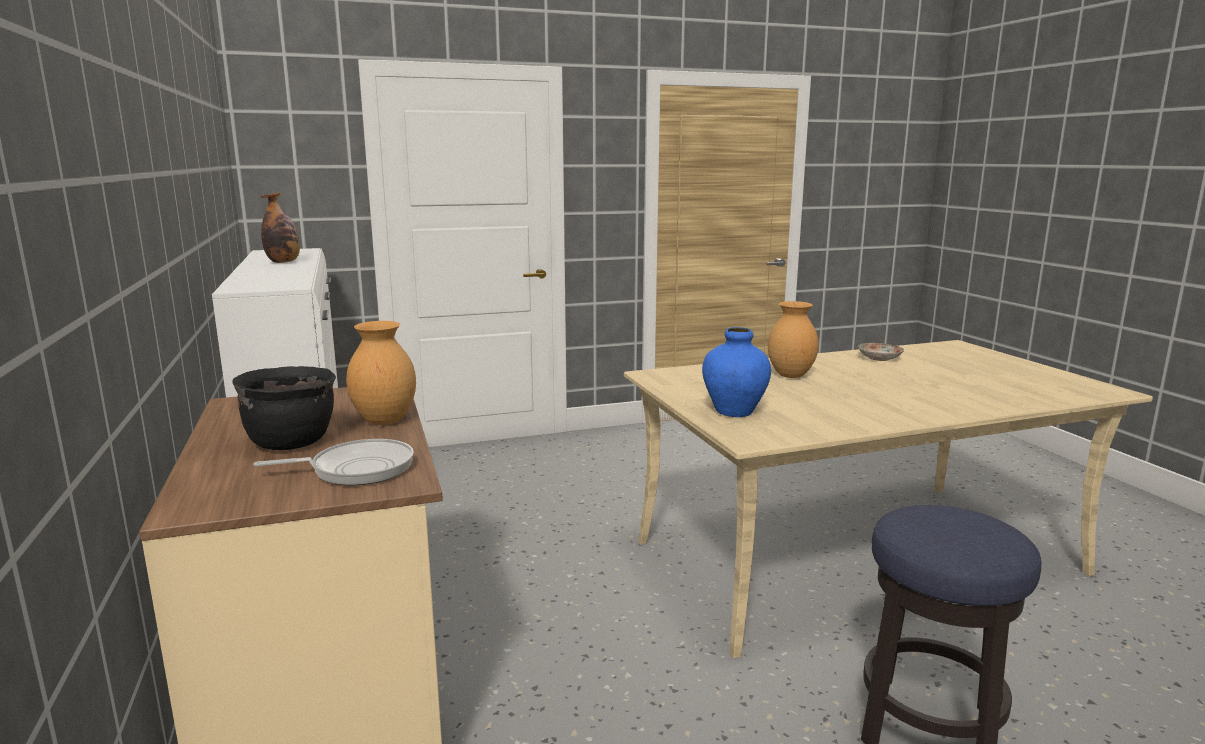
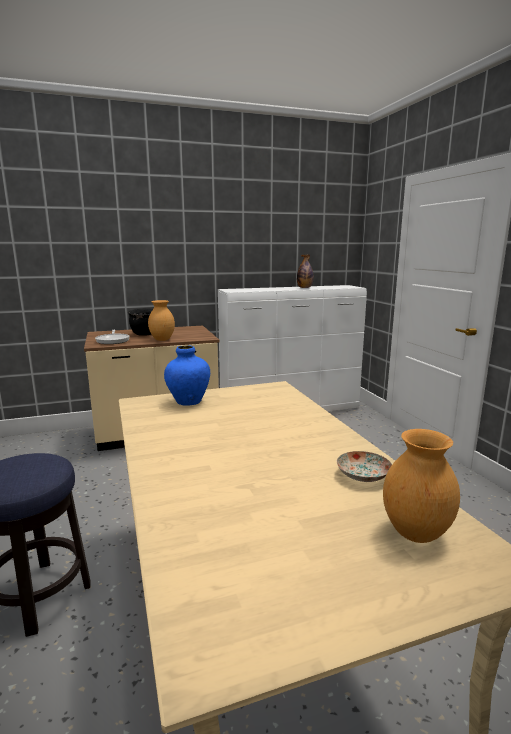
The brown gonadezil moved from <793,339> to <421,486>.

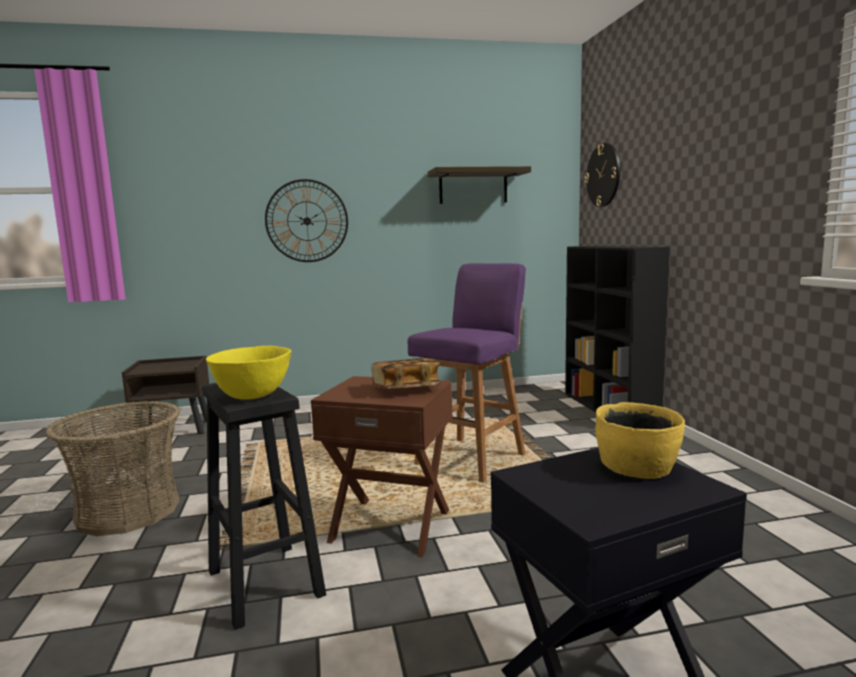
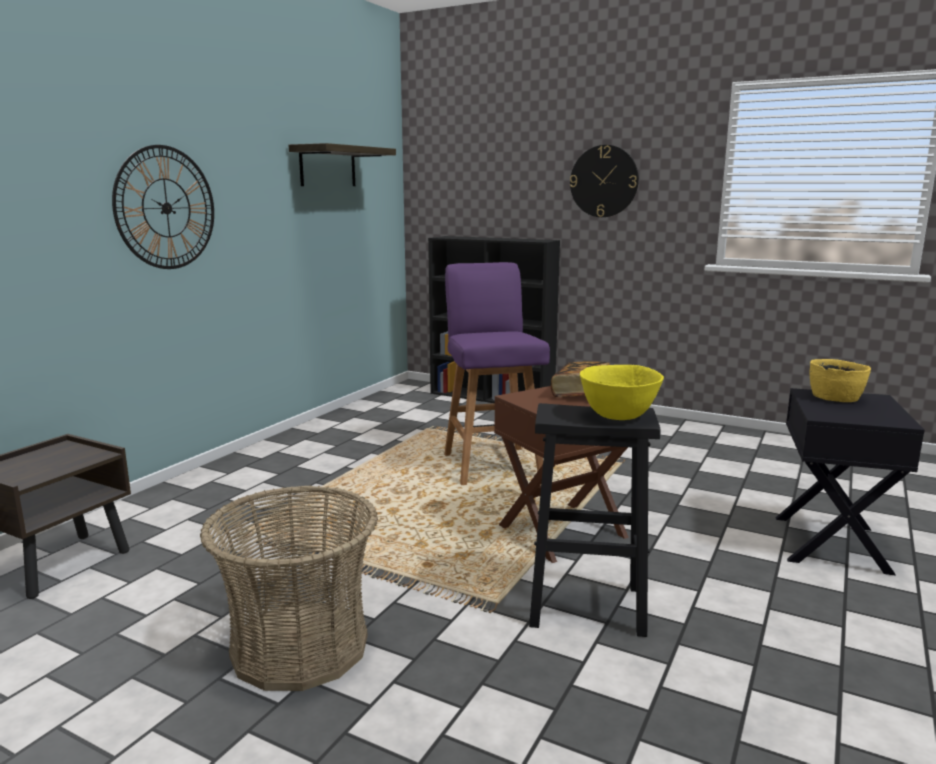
The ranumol moved from <602,175> to <604,181>.

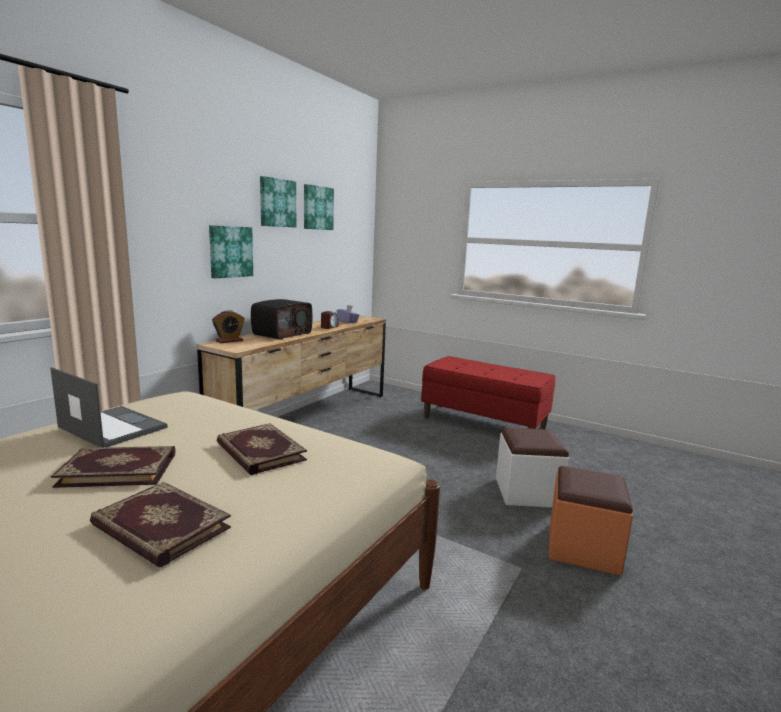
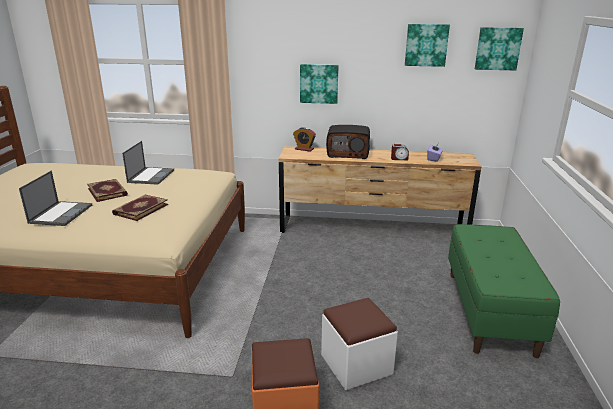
The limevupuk moved from <278,202> to <499,48>.
The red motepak at <488,392> became the green motepak at <504,291>.
The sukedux at <160,525> was replaced by the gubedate at <55,198>.

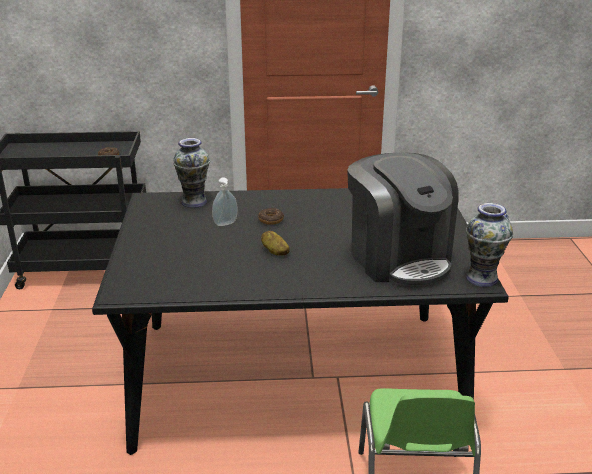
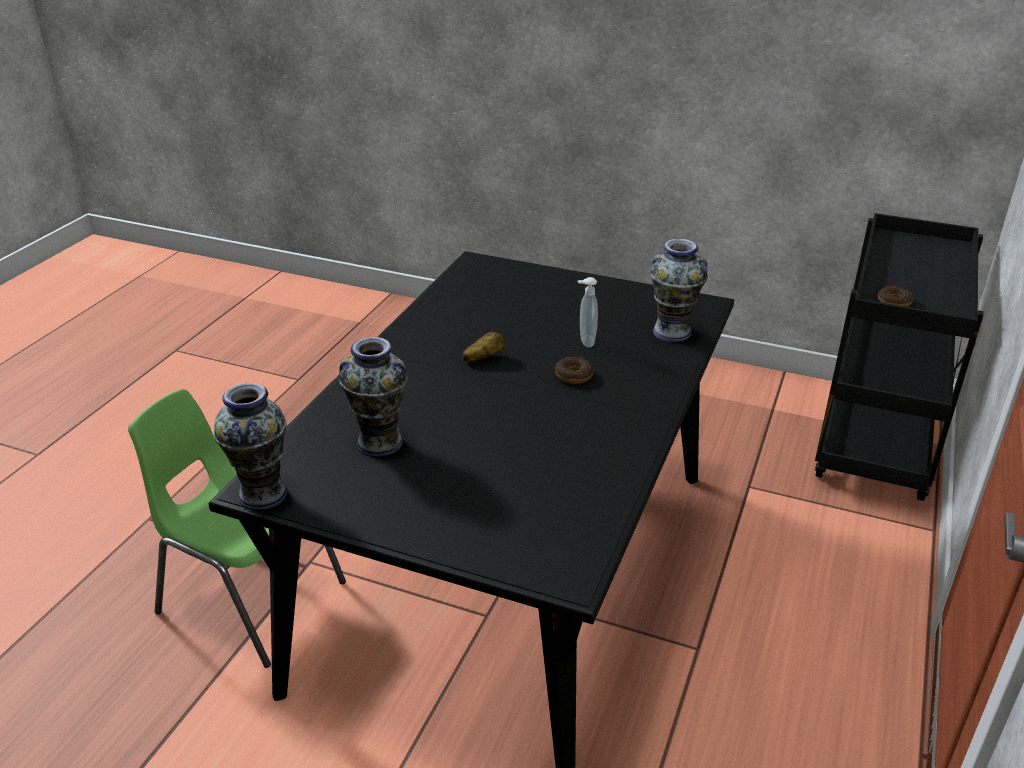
The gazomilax at <403,220> was replaced by the gonadezil at <373,397>.

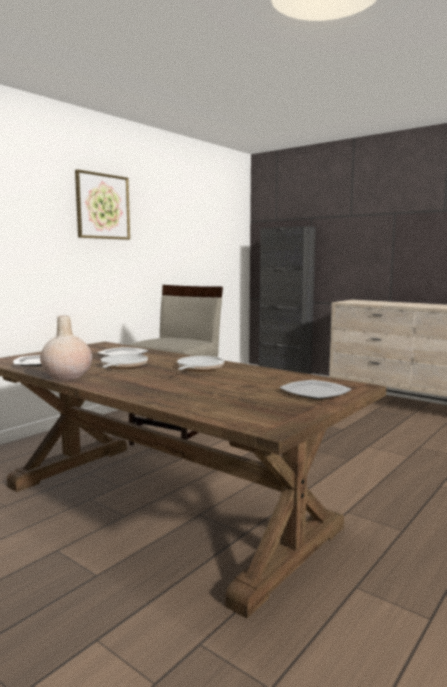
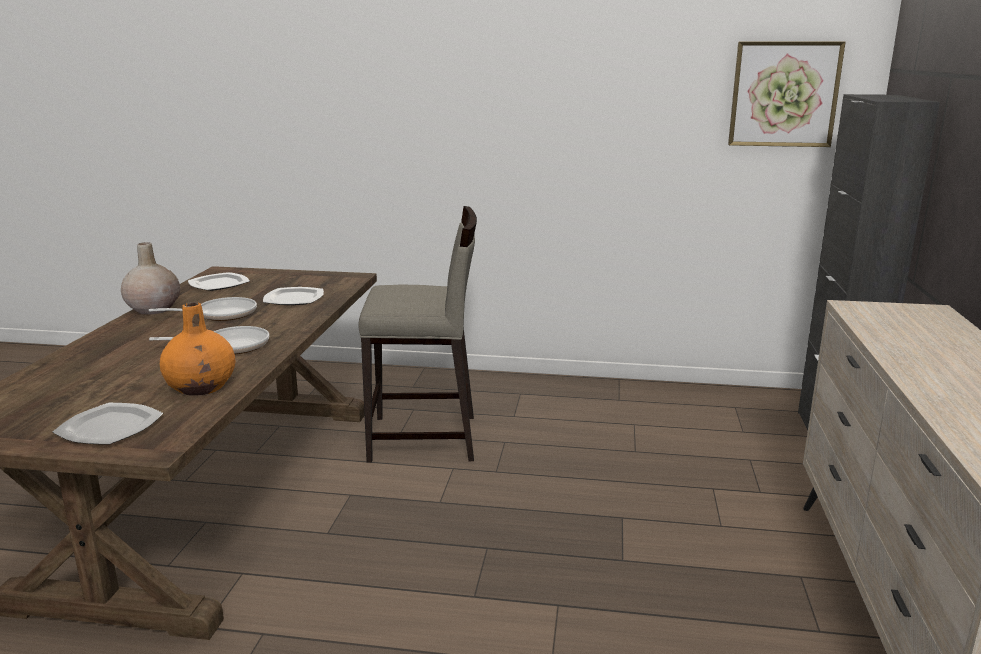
The limevupuk moved from <102,204> to <786,94>.
The orange gonadezil at <197,349> appeared.

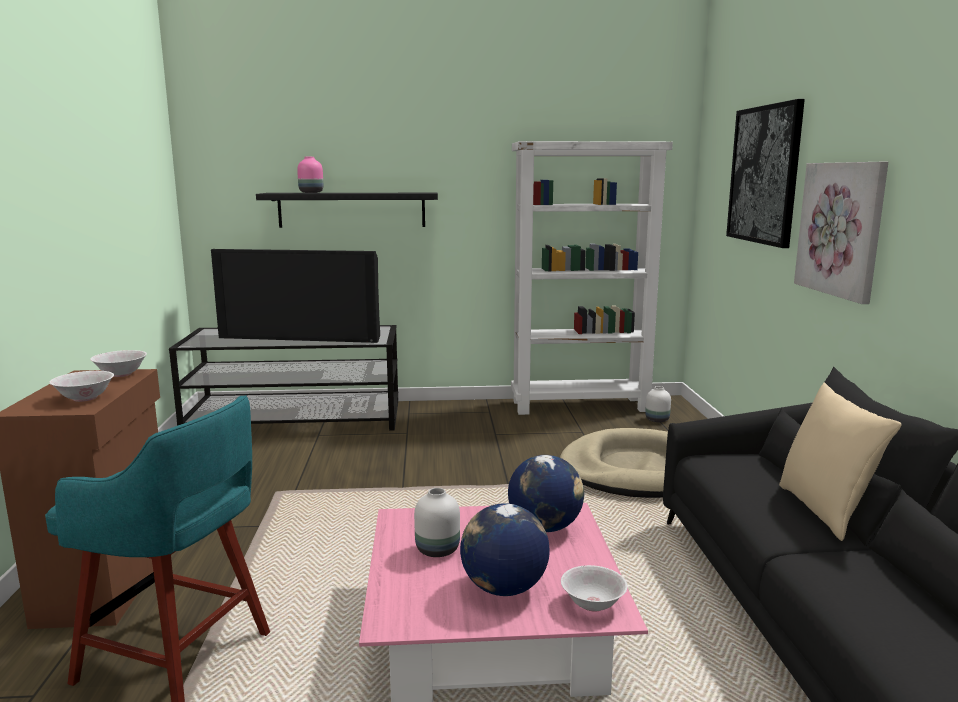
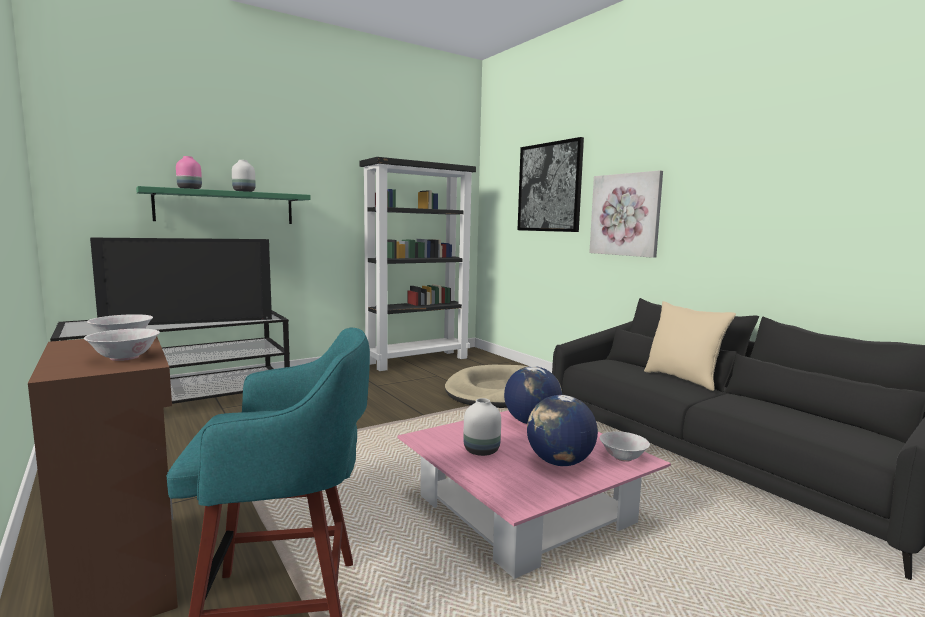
The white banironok at <592,278> became the black banironok at <417,264>.
The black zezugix at <347,210> became the green zezugix at <223,205>.
The white gonadezil moved from <658,404> to <244,176>.

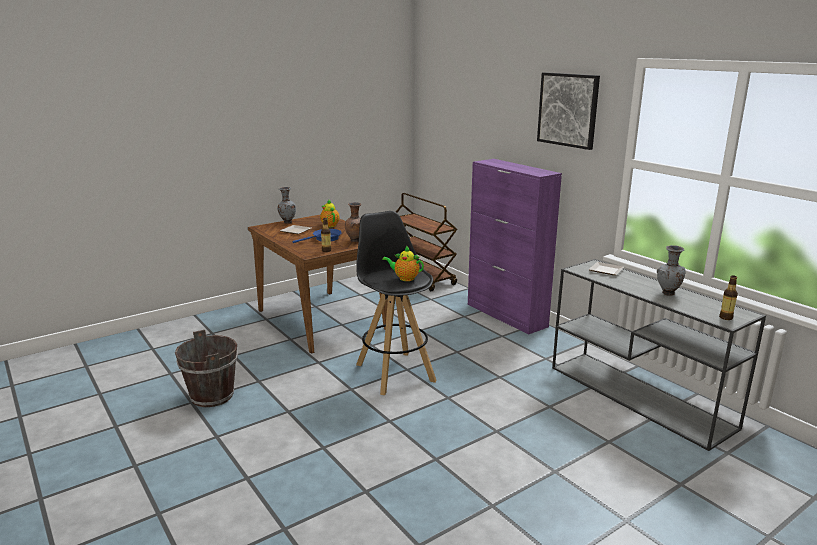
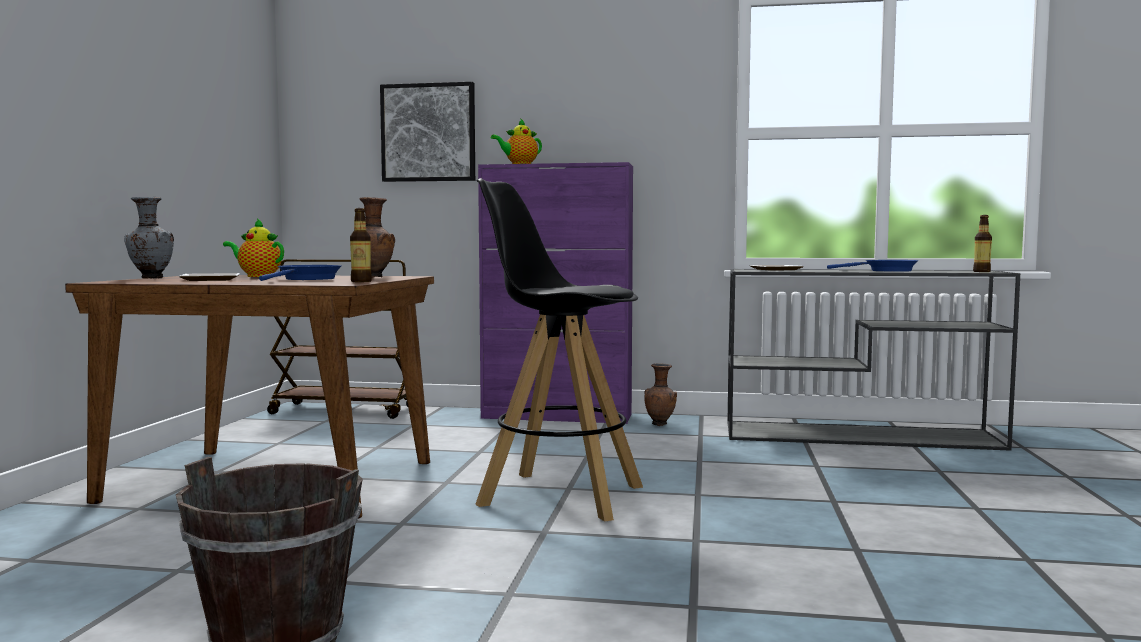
The limevupuk moved from <568,111> to <427,132>.
The grey gonadezil at <671,270> was replaced by the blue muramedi at <872,266>.
The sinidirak moved from <403,263> to <516,141>.
The brown gonadezil at <660,394> appeared.

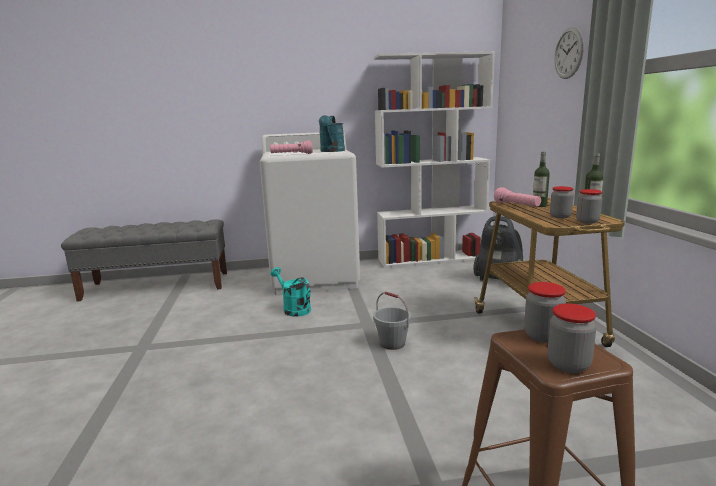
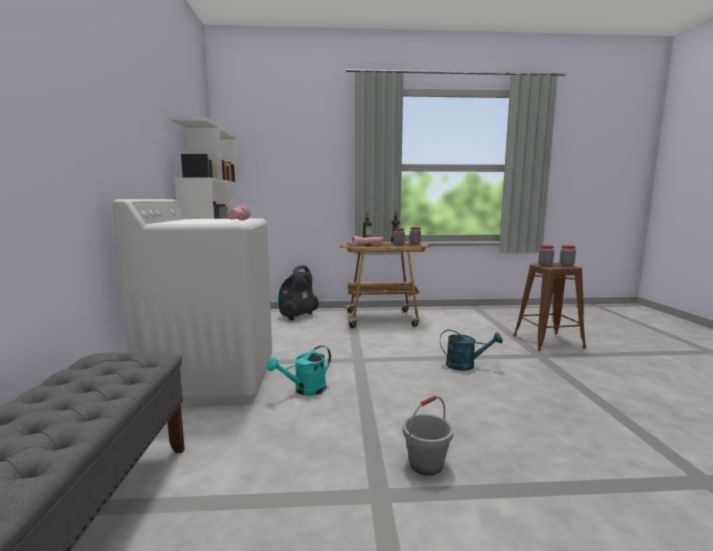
The ranumol at <569,53> disappeared.
The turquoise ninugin moved from <332,133> to <471,350>.
The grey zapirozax moved from <392,321> to <428,436>.

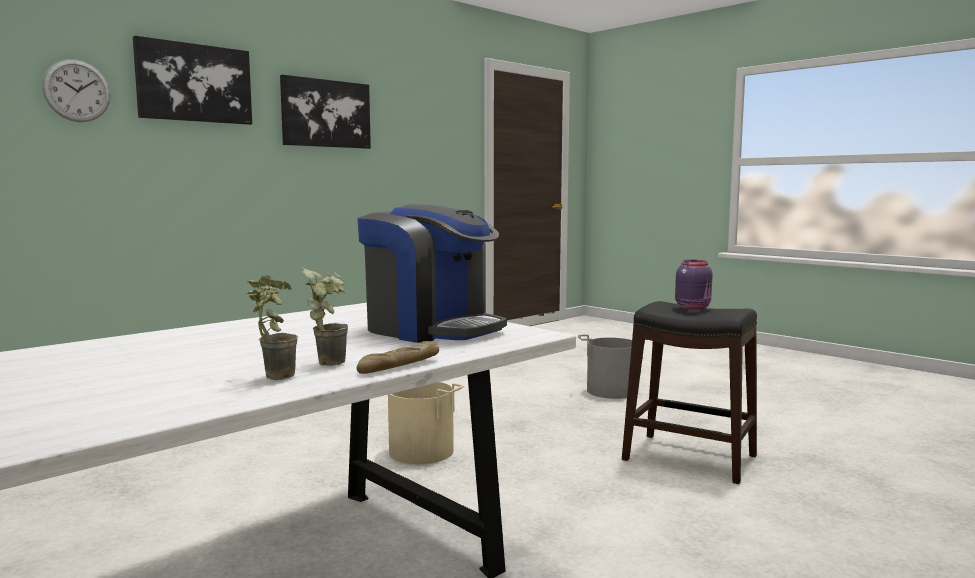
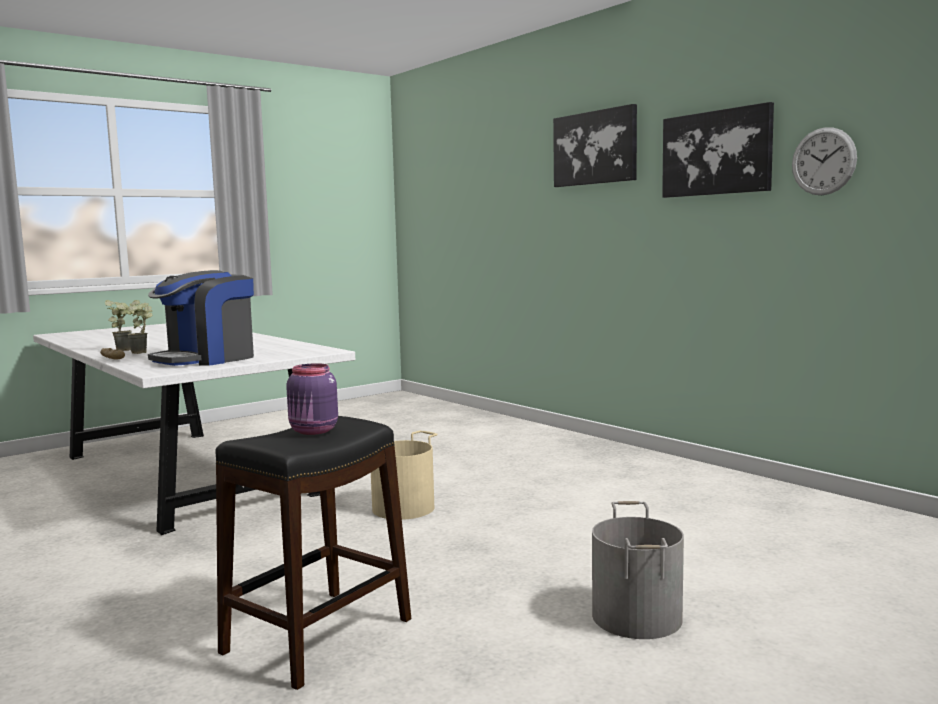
The ranumol moved from <76,91> to <824,161>.

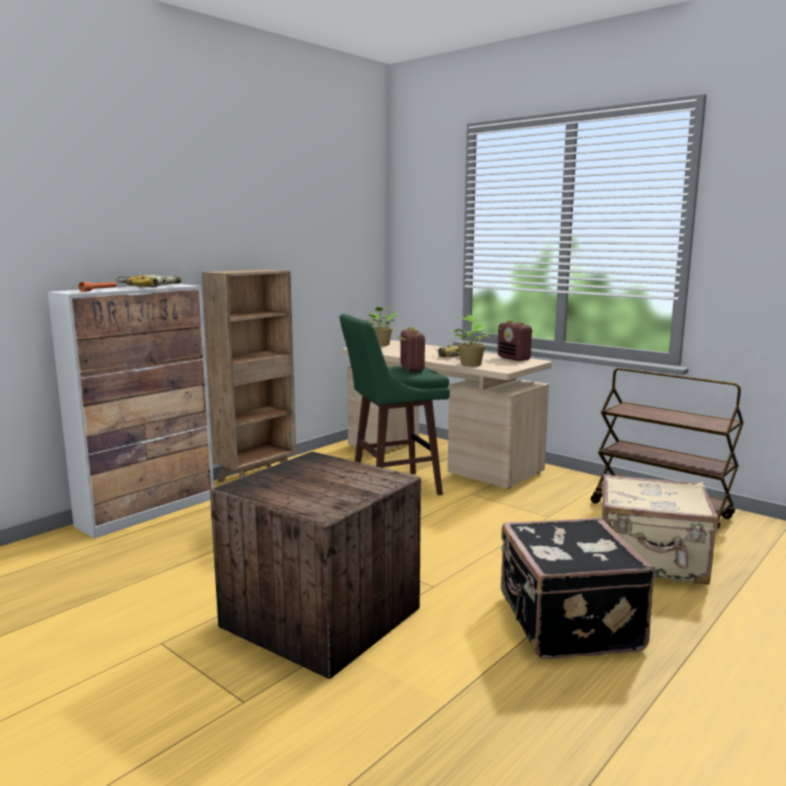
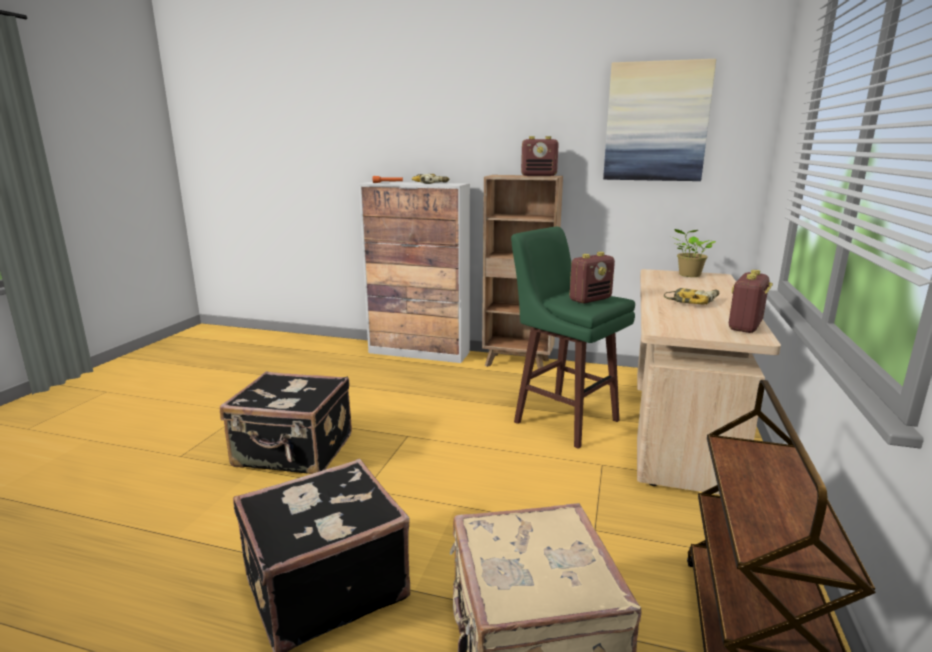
The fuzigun at <470,340> disappeared.
The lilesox at <315,565> was replaced by the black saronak at <286,422>.
The limevupuk at <659,120> appeared.
The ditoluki at <540,156> appeared.

